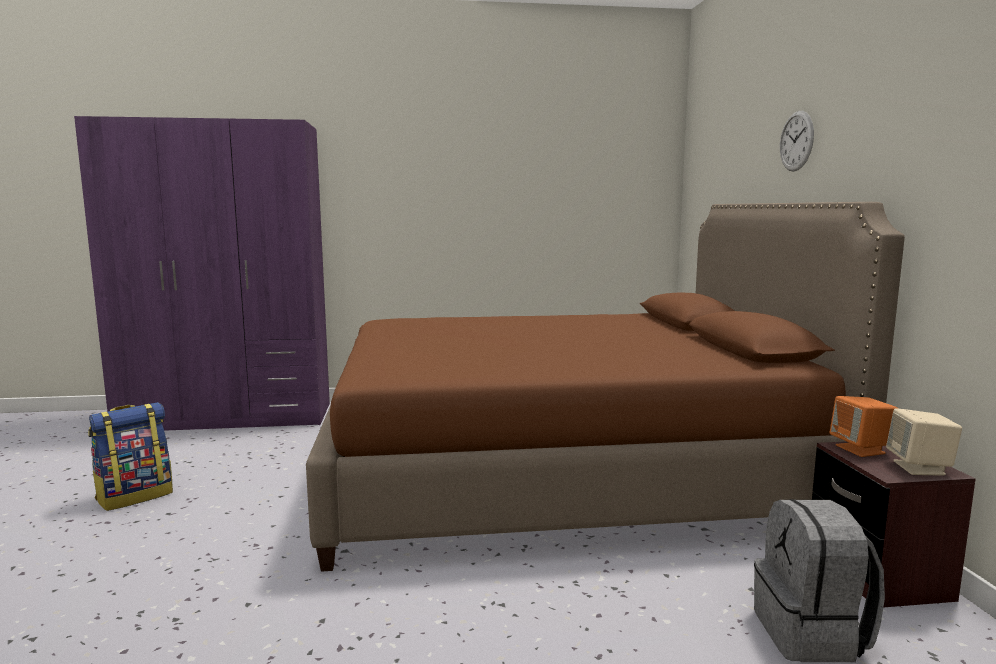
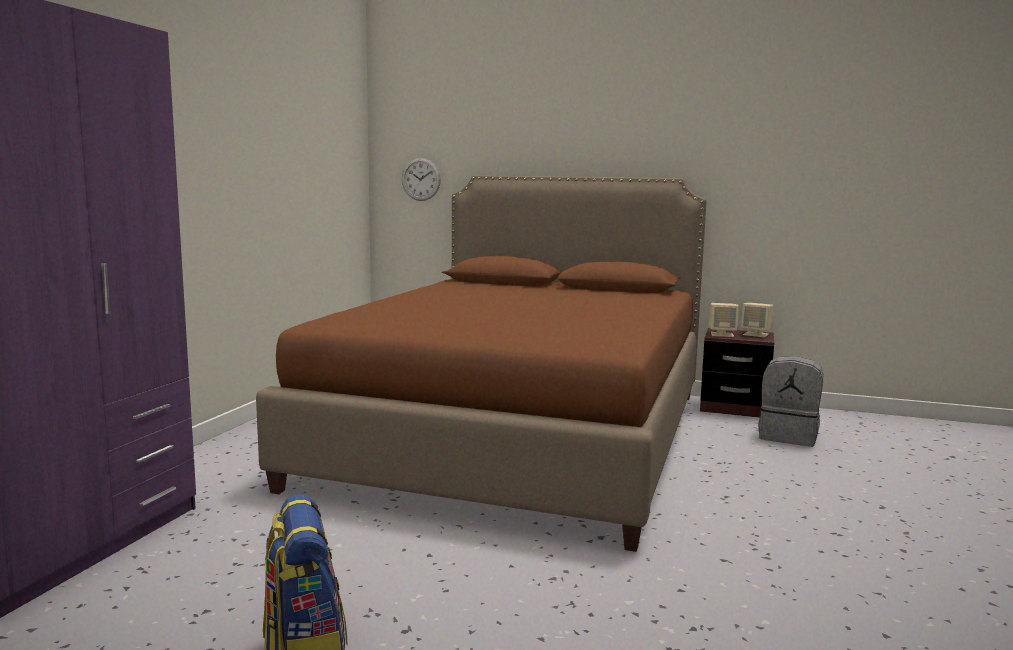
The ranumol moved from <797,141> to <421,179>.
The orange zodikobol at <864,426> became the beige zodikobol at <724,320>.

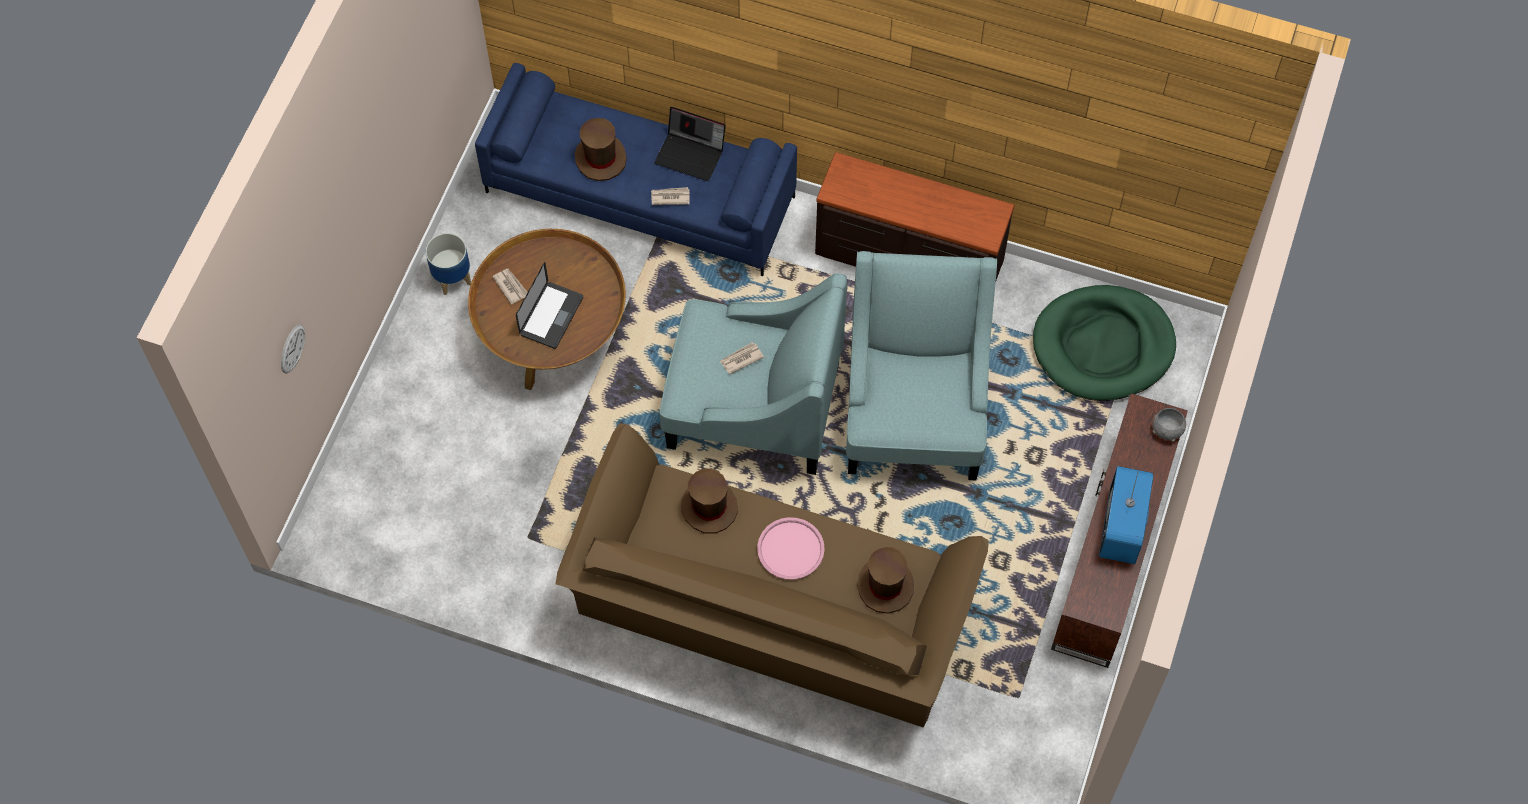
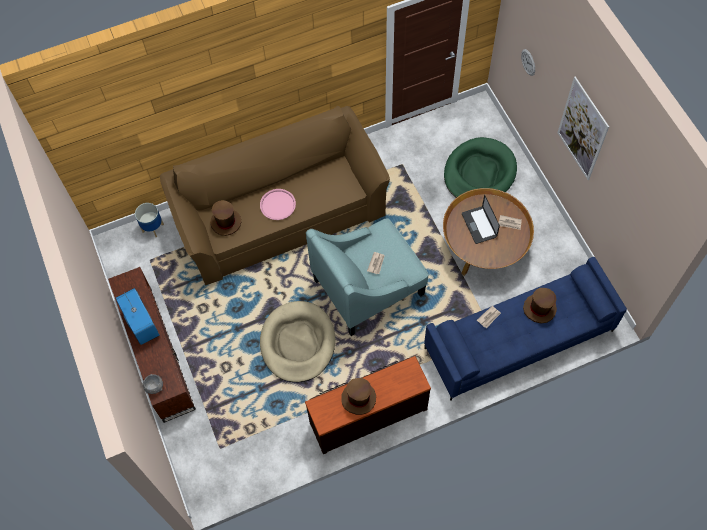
The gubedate at <690,144> disappeared.
The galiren moved from <448,264> to <149,220>.
The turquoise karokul at <921,366> was replaced by the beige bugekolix at <297,341>.
The green bugekolix moved from <1104,343> to <480,167>.
The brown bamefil moved from <709,501> to <358,396>.
The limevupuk at <583,128> appeared.

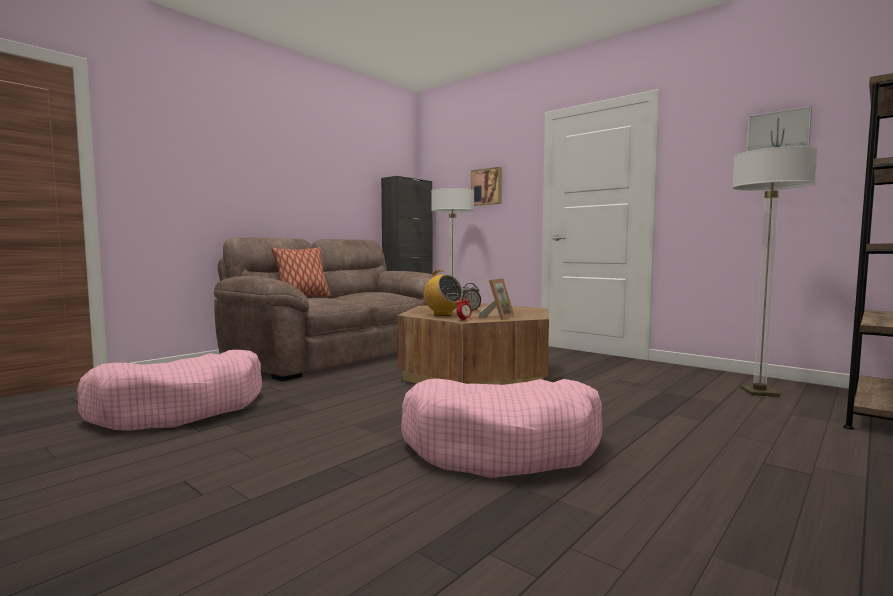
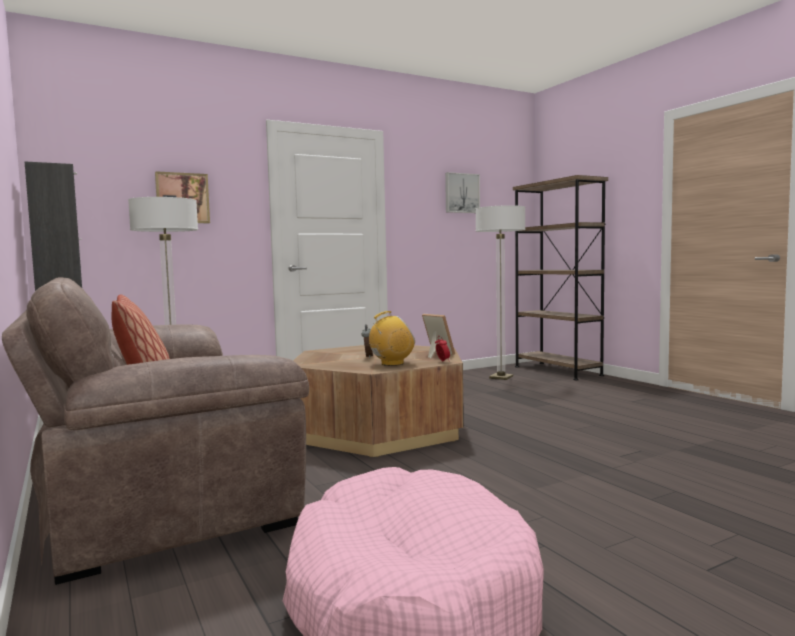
The pink bugekolix at <501,428> disappeared.

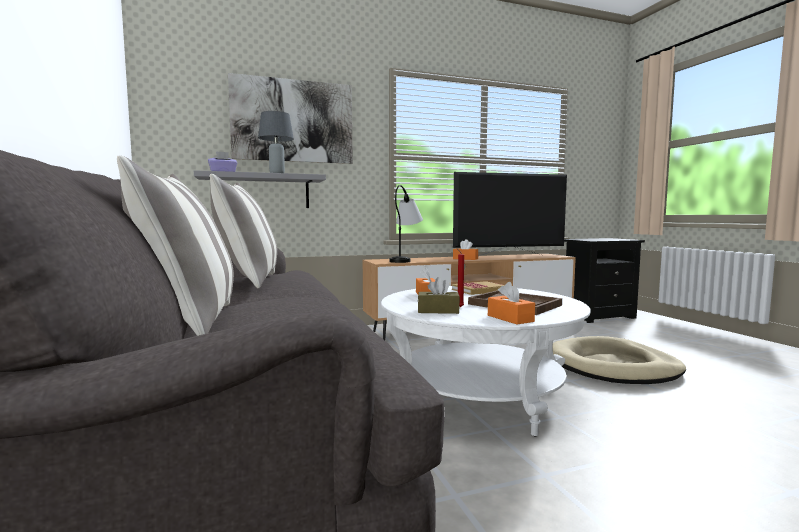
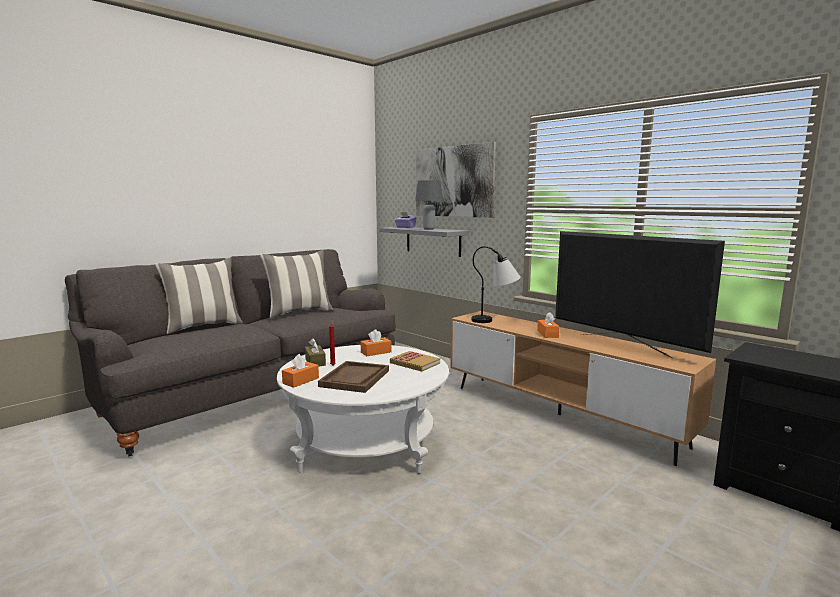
The beige bugekolix at <619,360> disappeared.

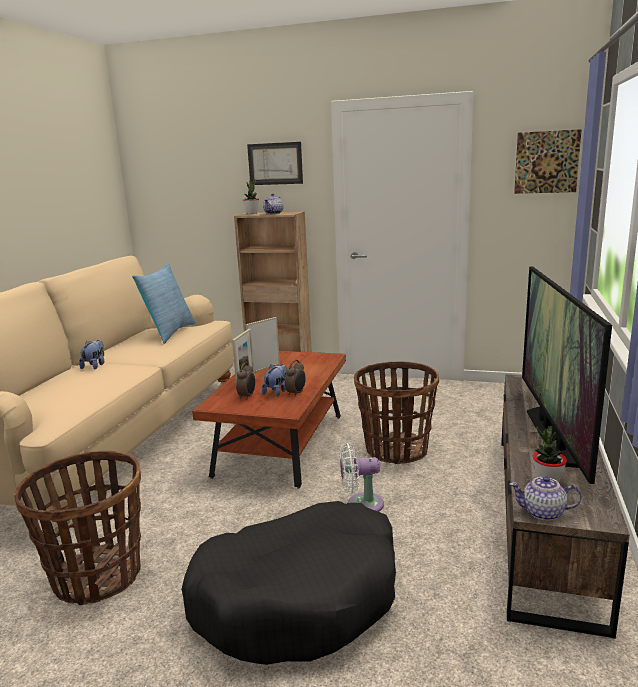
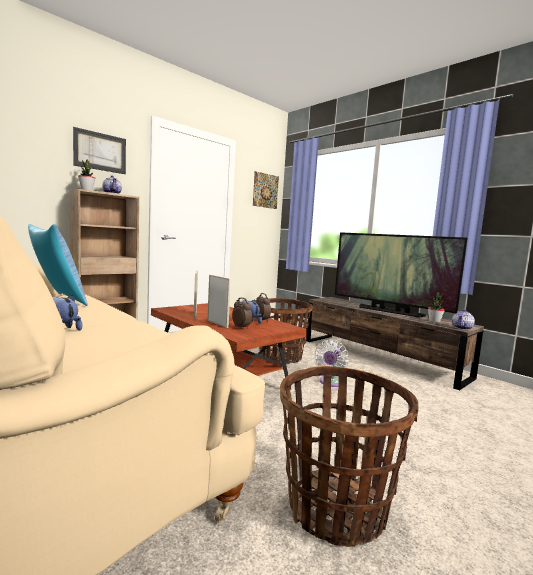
The black bugekolix at <288,583> disappeared.

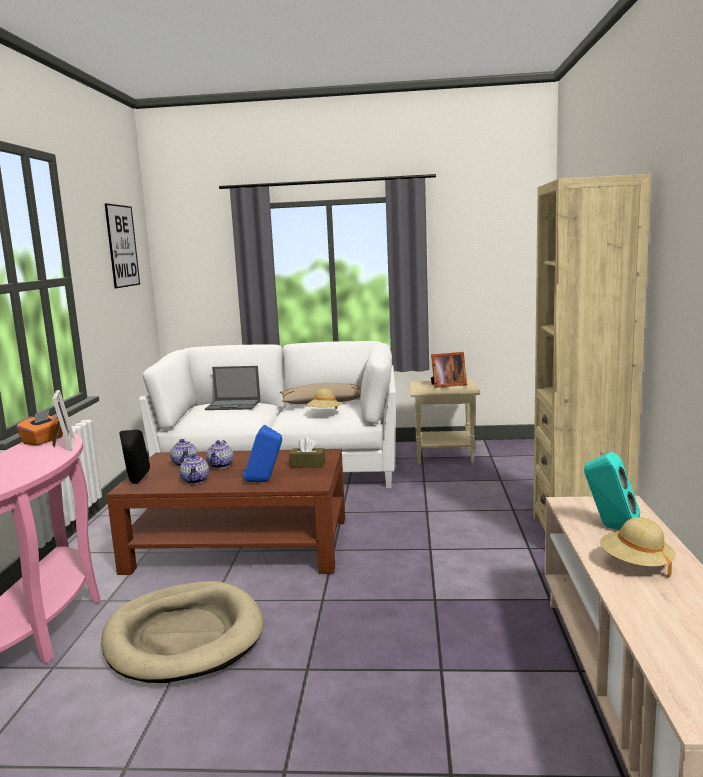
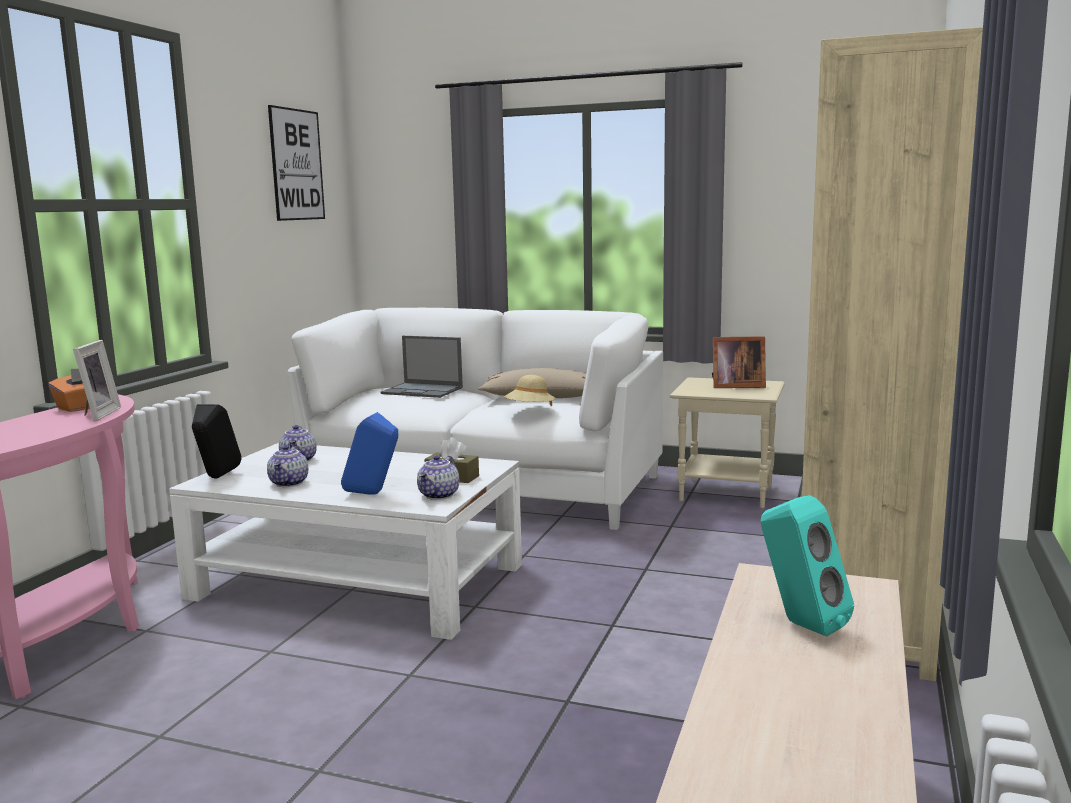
The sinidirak moved from <219,454> to <438,477>.
The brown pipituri at <226,512> became the white pipituri at <345,541>.
The beige bamefil at <638,547> disappeared.
The beige bugekolix at <182,632> disappeared.

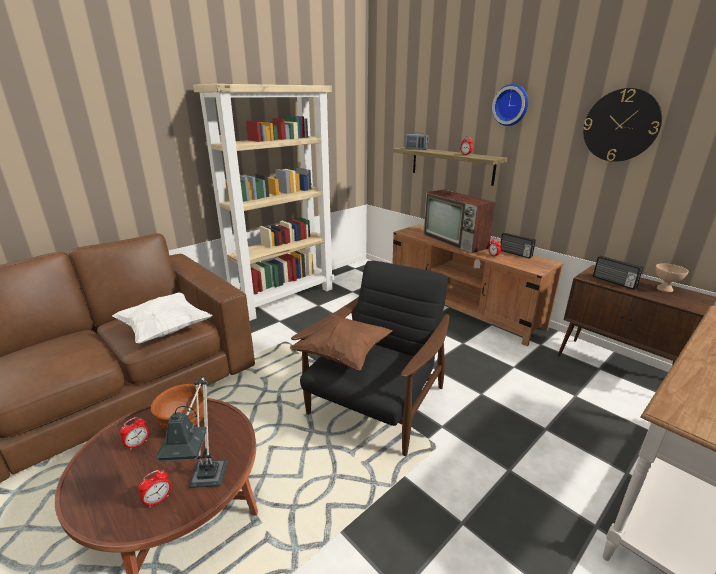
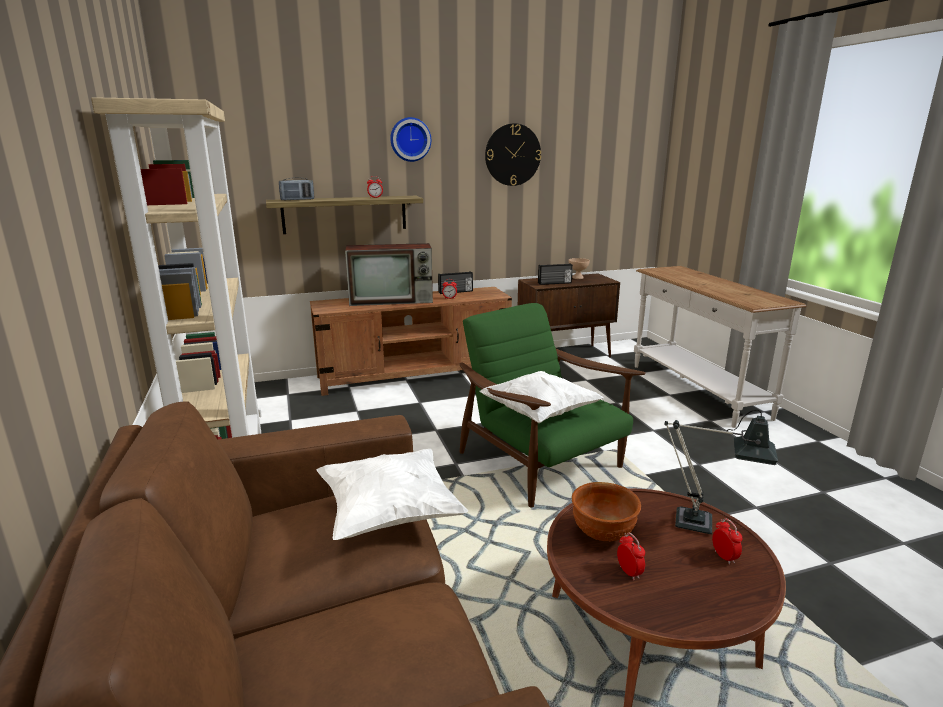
The black karokul at <370,358> became the green karokul at <553,405>.
The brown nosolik at <341,342> became the white nosolik at <541,397>.

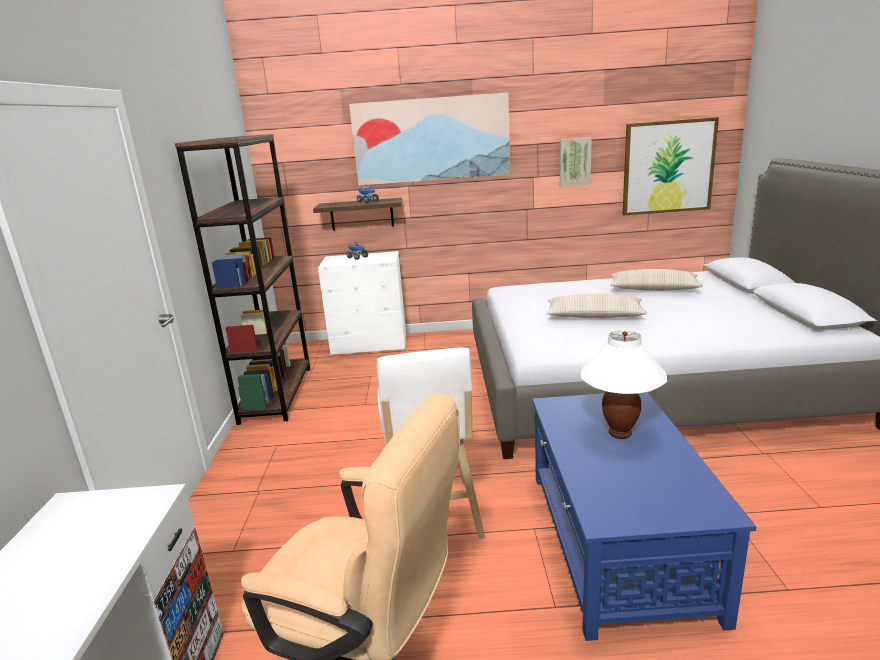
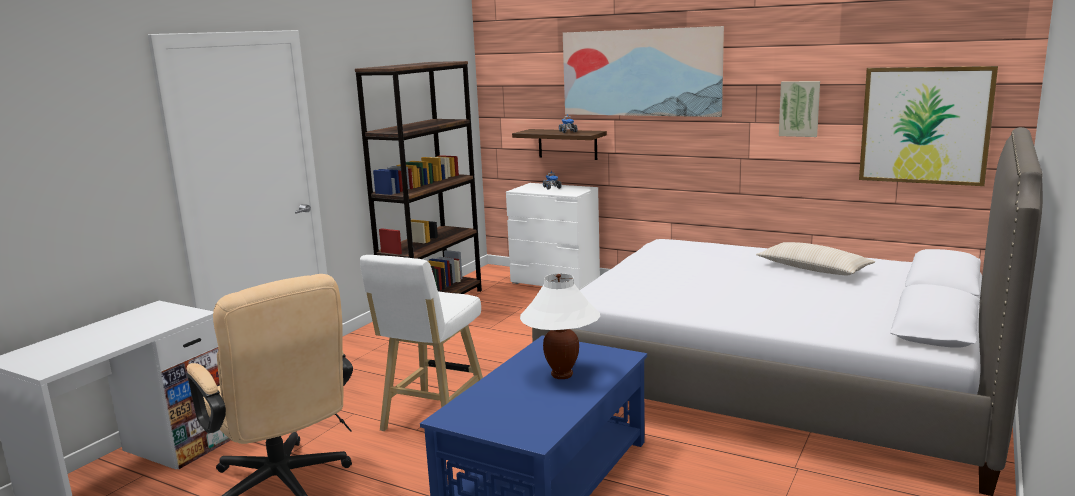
The beige nosolik at <596,306> disappeared.

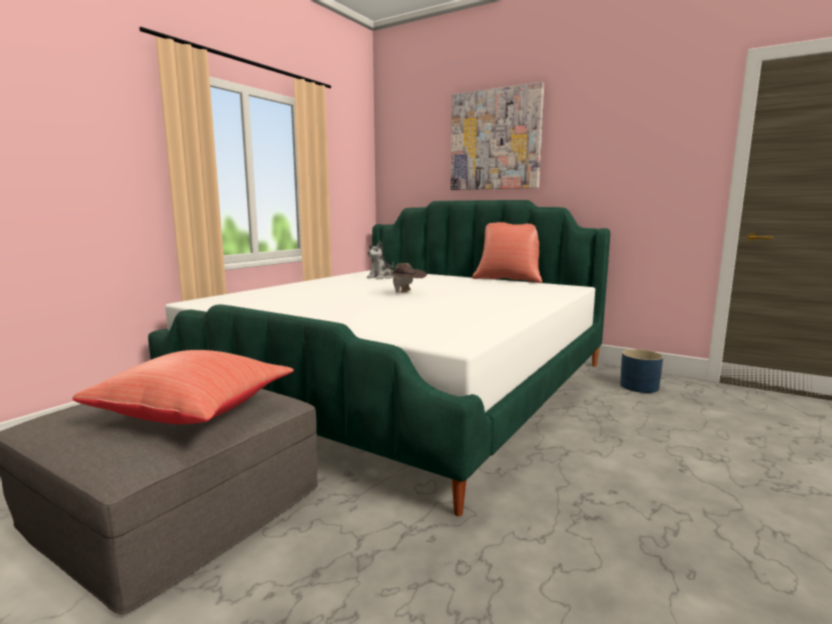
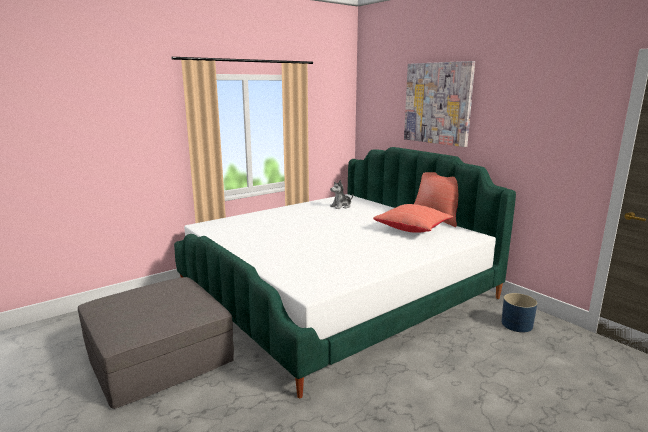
The brown bamefil at <405,278> disappeared.
The red nosolik moved from <183,387> to <413,218>.

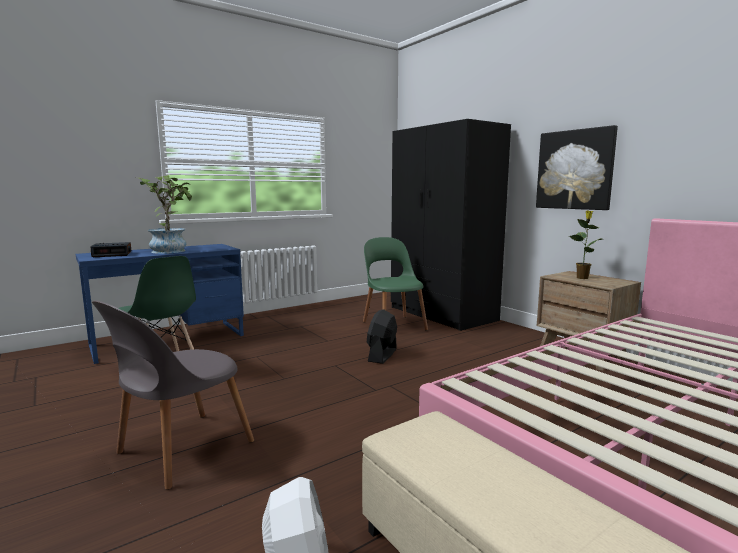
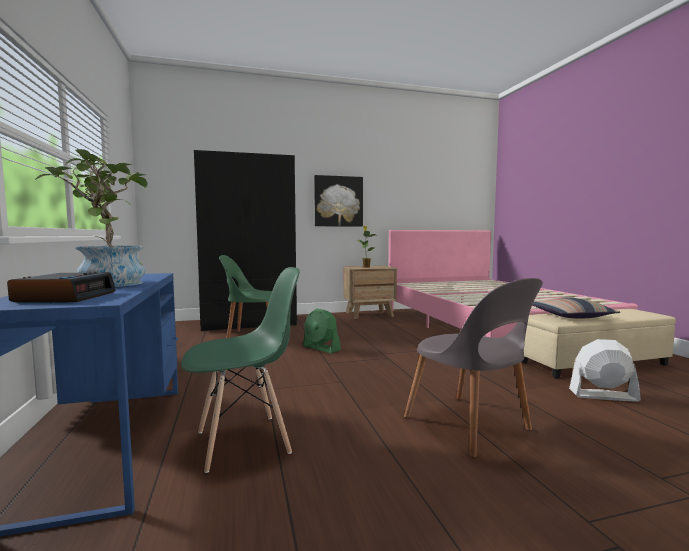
The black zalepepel at <382,336> became the green zalepepel at <322,330>.
The nosolik at <576,308> appeared.

